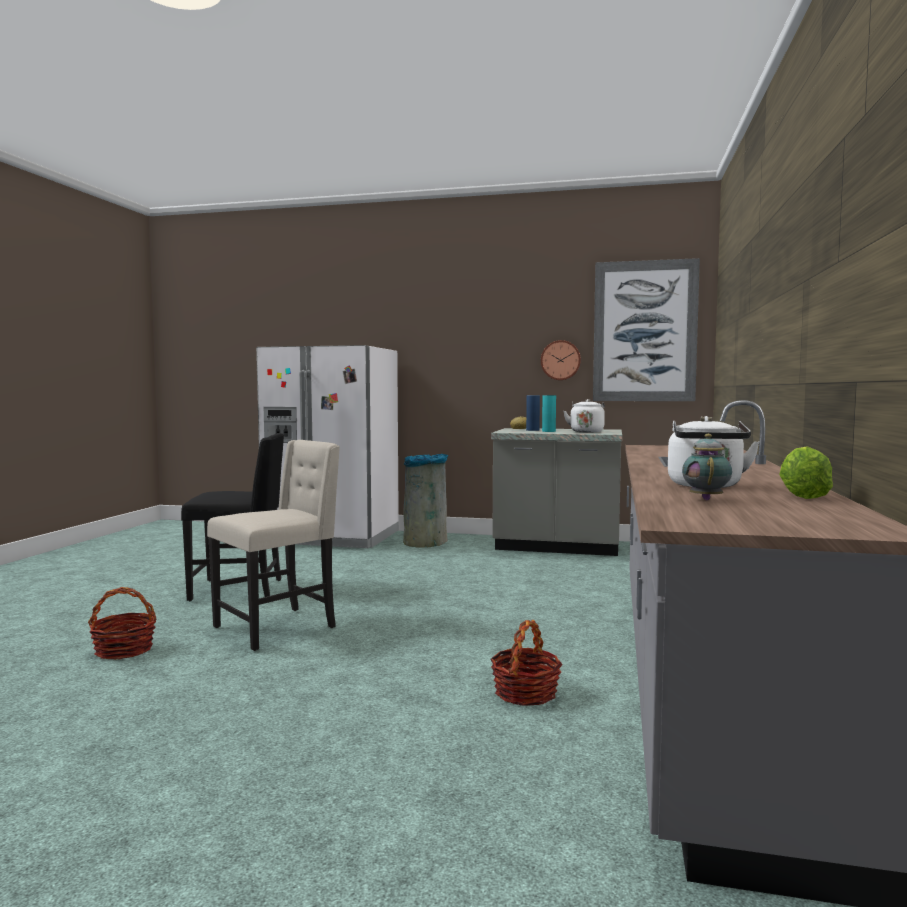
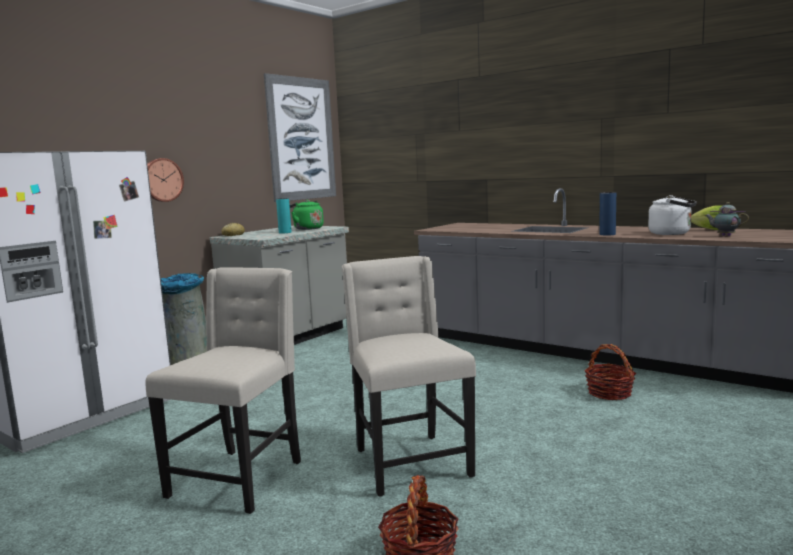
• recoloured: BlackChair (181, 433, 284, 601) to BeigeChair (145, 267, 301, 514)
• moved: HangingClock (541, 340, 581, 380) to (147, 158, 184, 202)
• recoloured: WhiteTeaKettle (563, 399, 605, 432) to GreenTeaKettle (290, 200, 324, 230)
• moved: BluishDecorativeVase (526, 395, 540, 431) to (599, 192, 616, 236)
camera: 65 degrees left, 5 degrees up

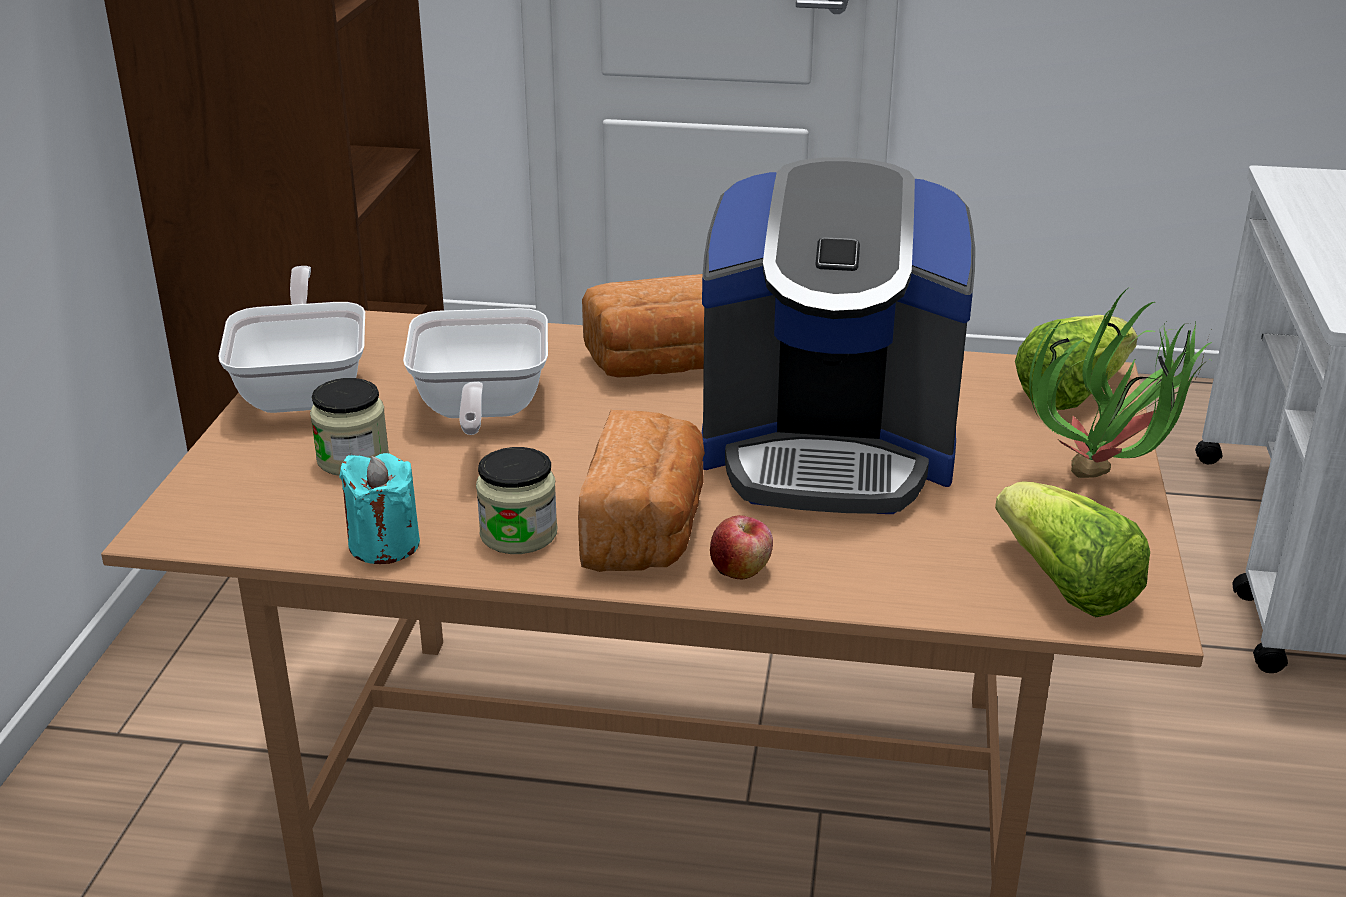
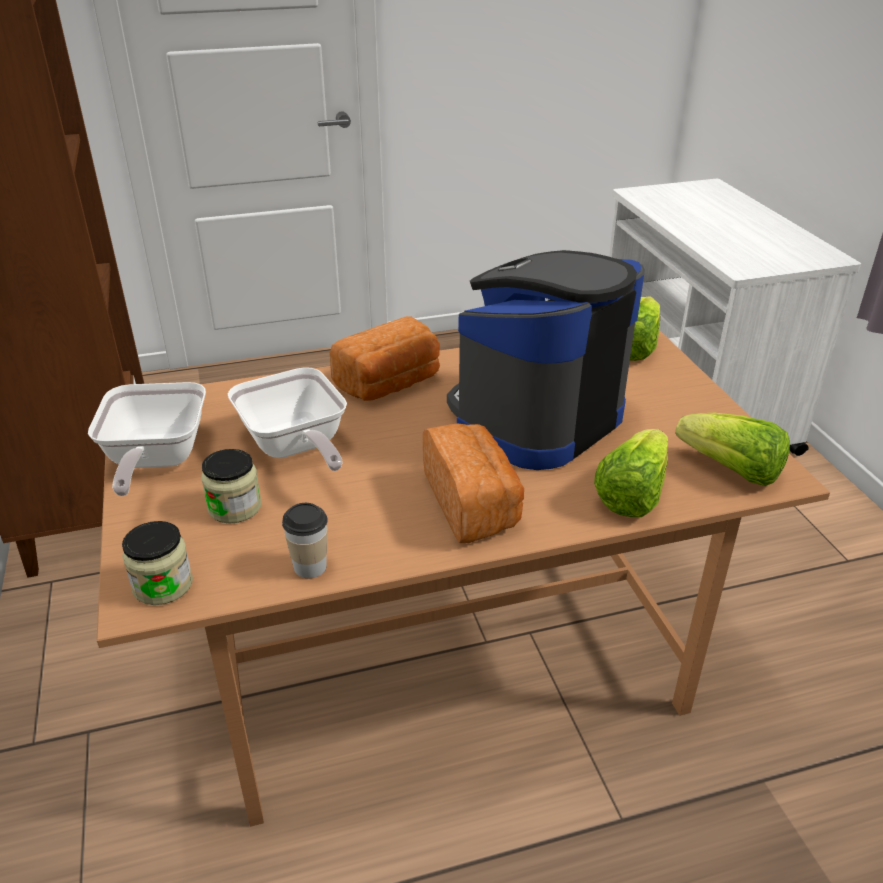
• turned: Pan (218, 266, 365, 413) = (88, 382, 206, 496) 150 degrees counterclockwise
• moved: PreserveJar (476, 447, 558, 554) to (122, 521, 193, 605)
• replaced: TurquoiseWaxCandle (339, 453, 420, 564) to SmallCup (282, 503, 328, 578)
• turned: CoffeeMaker (702, 157, 975, 514) = (447, 250, 645, 470) 150 degrees clockwise
• added: LettuceHead (594, 429, 668, 517)
• removed: WholeApple (710, 515, 773, 579)
• removed: PottedPlant (1029, 289, 1212, 478)
camera: 25 degrees left, 5 degrees up

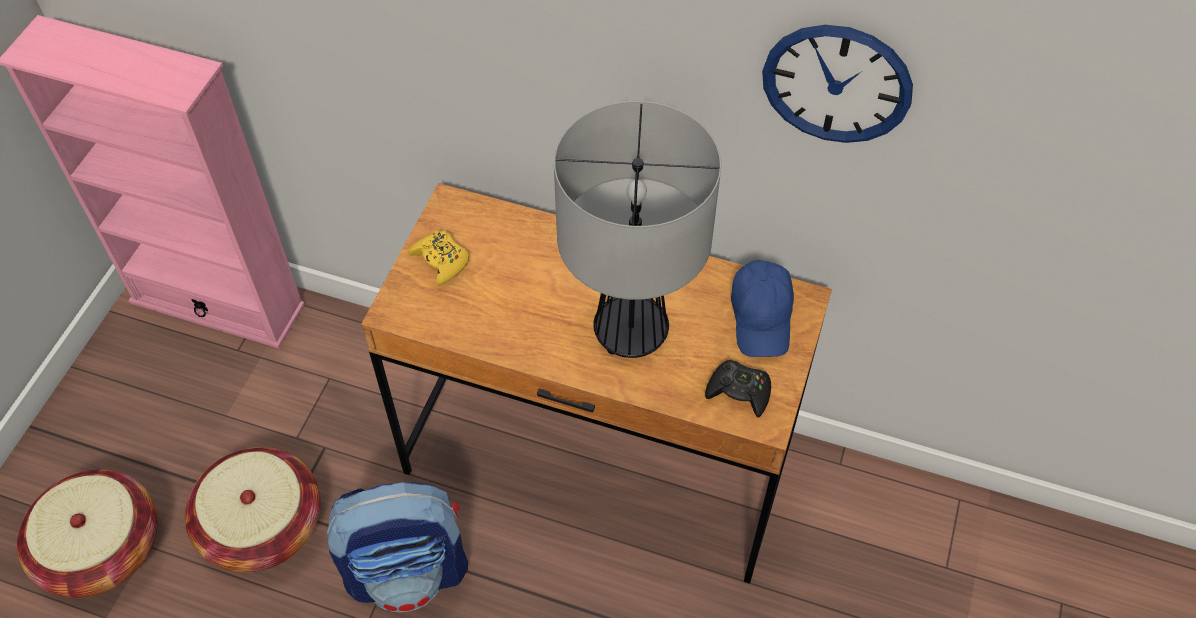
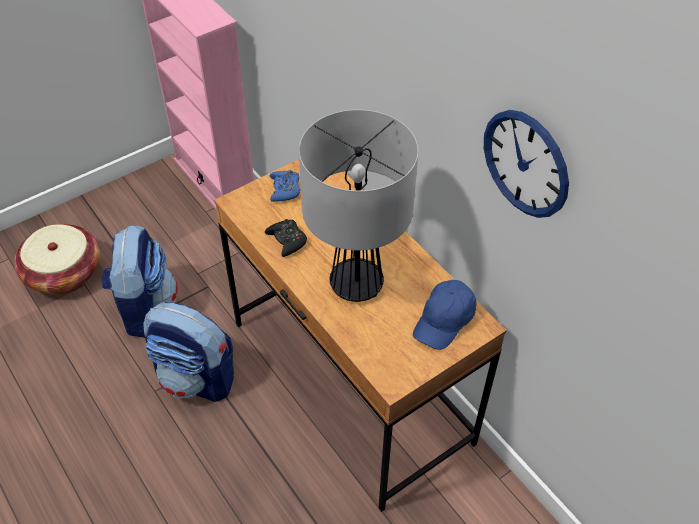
• replaced: StorageBasket (185, 447, 321, 573) to Knapsack (102, 225, 178, 338)
• moved: BlackGamepad (705, 360, 771, 417) to (265, 219, 307, 257)
• recoloured: YellowColouredGamepad (408, 231, 469, 286) to BluishGamepad (269, 170, 300, 202)
camera: 35 degrees right, 5 degrees down

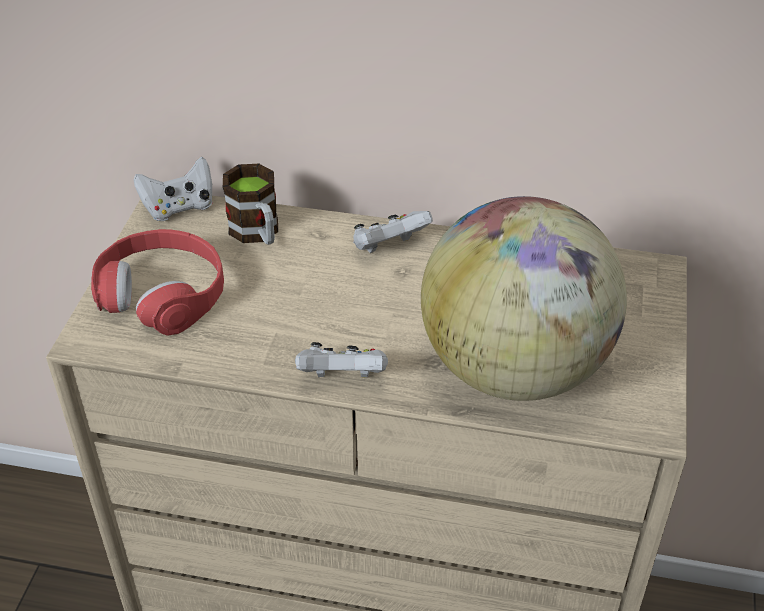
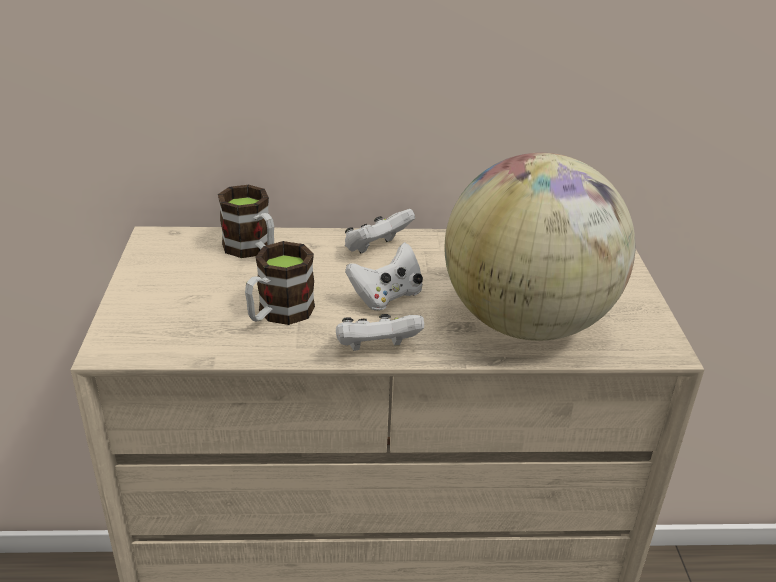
• added: Mug (245, 241, 315, 325)
• moved: WhiteGamepad (134, 157, 213, 221) to (345, 242, 423, 311)
• removed: ReddishPairOfHeadphones (91, 229, 224, 336)
camera: 15 degrees left, 10 degrees down

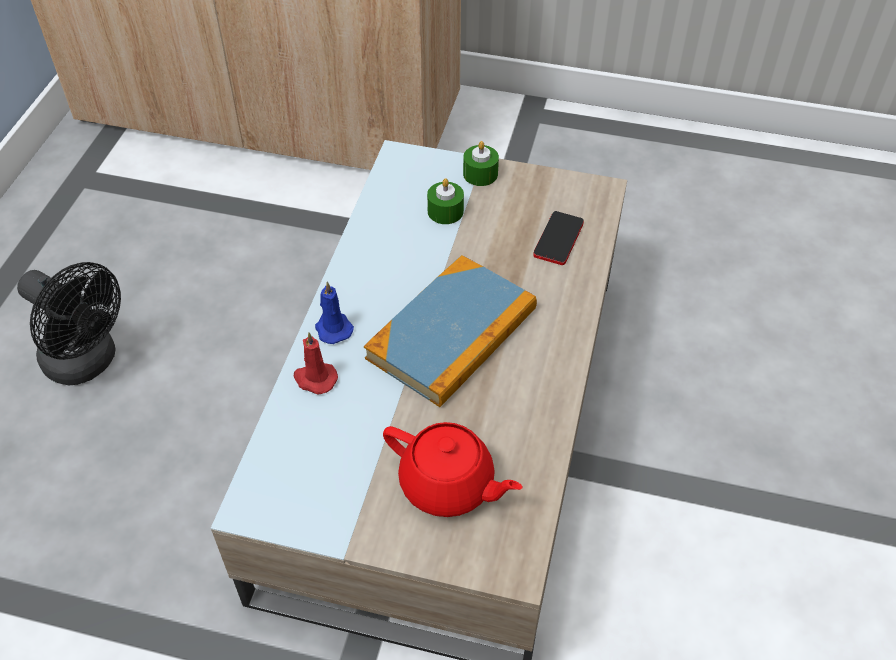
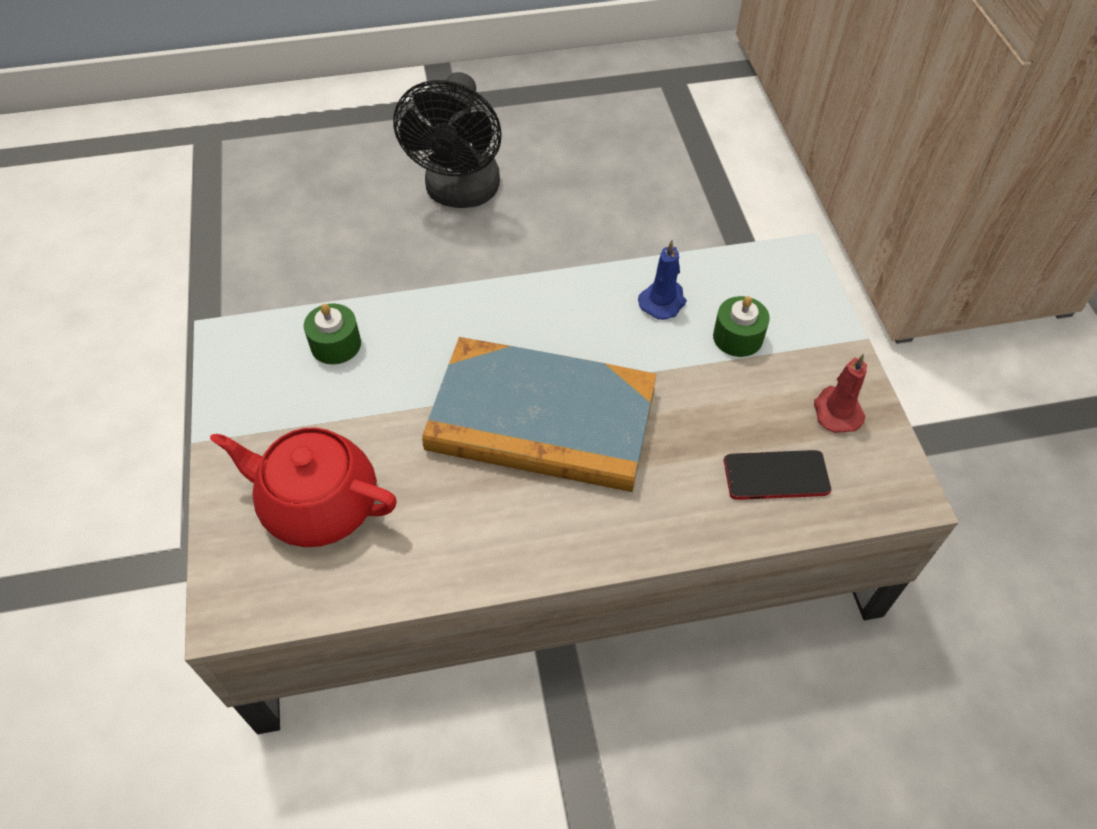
• turned: ReddishPotForTea (383, 422, 522, 517) = (210, 427, 396, 547) 105 degrees clockwise
• moved: GreenWaxCandle (463, 141, 499, 186) to (304, 304, 361, 365)
• moved: BluishWaxCandle (315, 281, 354, 344) to (638, 240, 687, 320)
• moved: ReddishWaxCandle (294, 332, 338, 394) to (814, 353, 867, 433)
camera: 65 degrees right, 5 degrees up

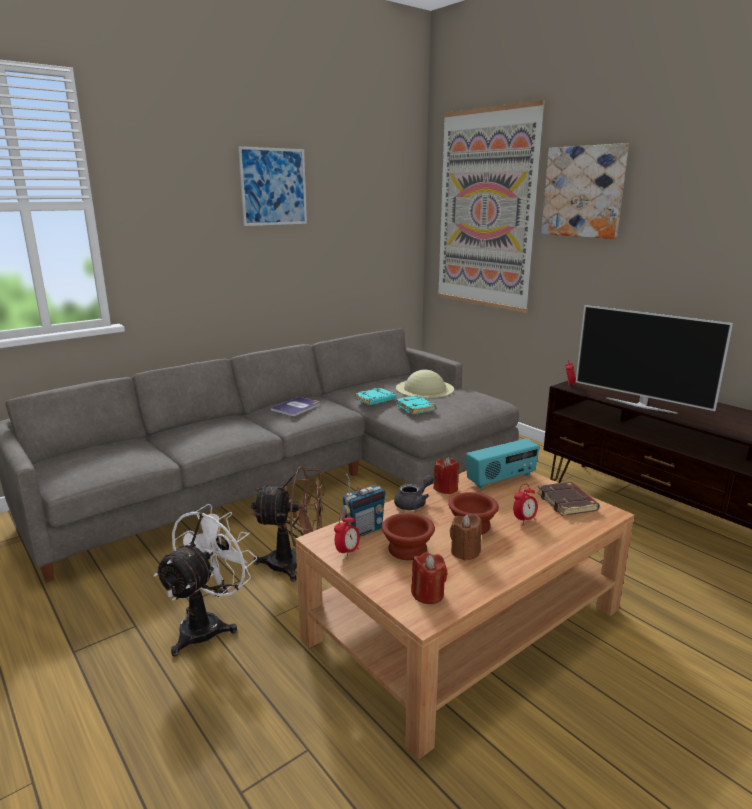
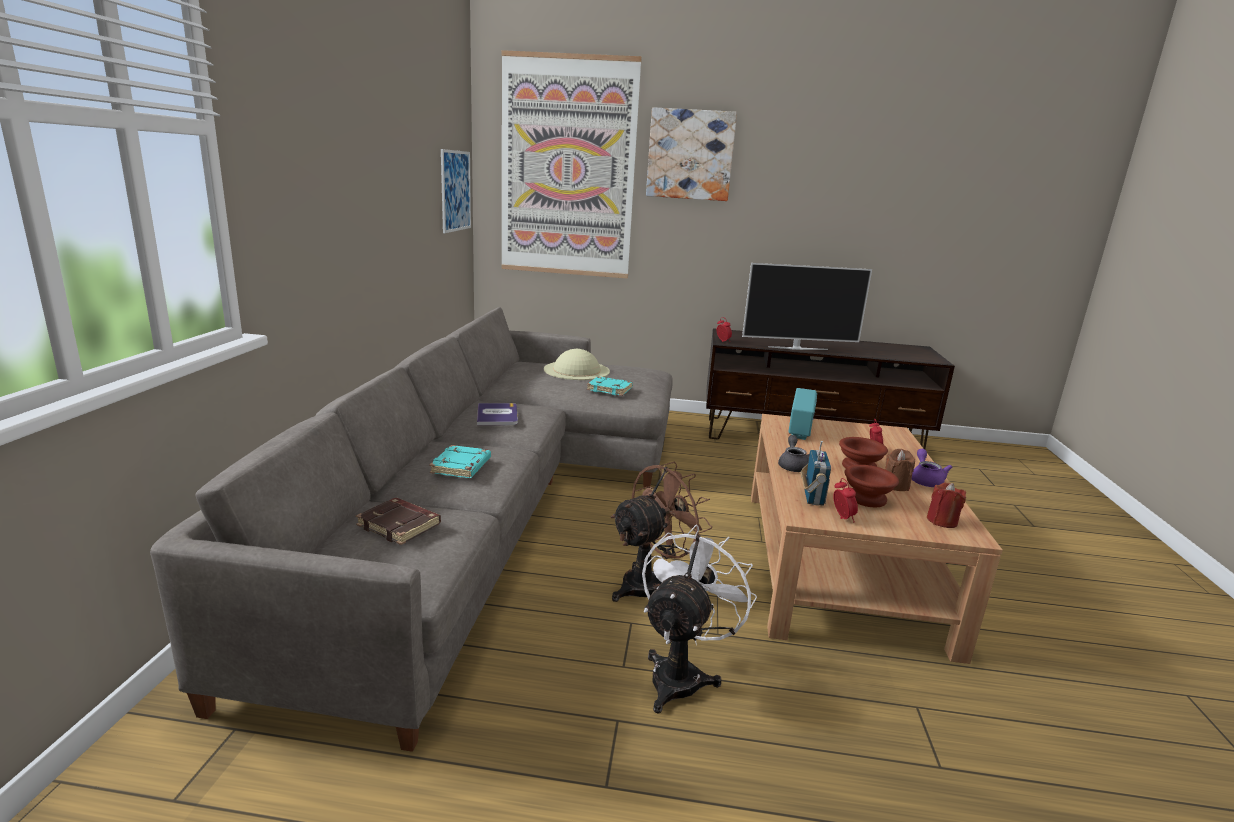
• moved: BrownBook (537, 482, 600, 516) to (356, 498, 441, 545)
• moved: TurquoiseBook (355, 388, 396, 405) to (429, 445, 491, 478)
• moved: WallPicture (238, 146, 307, 226) to (441, 149, 471, 233)
• turned: WhiteElectricFan (154, 504, 257, 656) = (642, 525, 757, 714) 45 degrees clockwise
• added: PurplishPotForTea (912, 449, 952, 487)
• removed: ReddishWaxCandle (434, 457, 459, 494)
camera: 45 degrees left, 0 degrees up

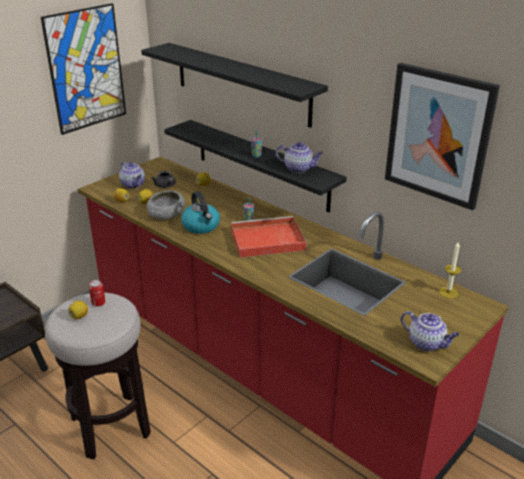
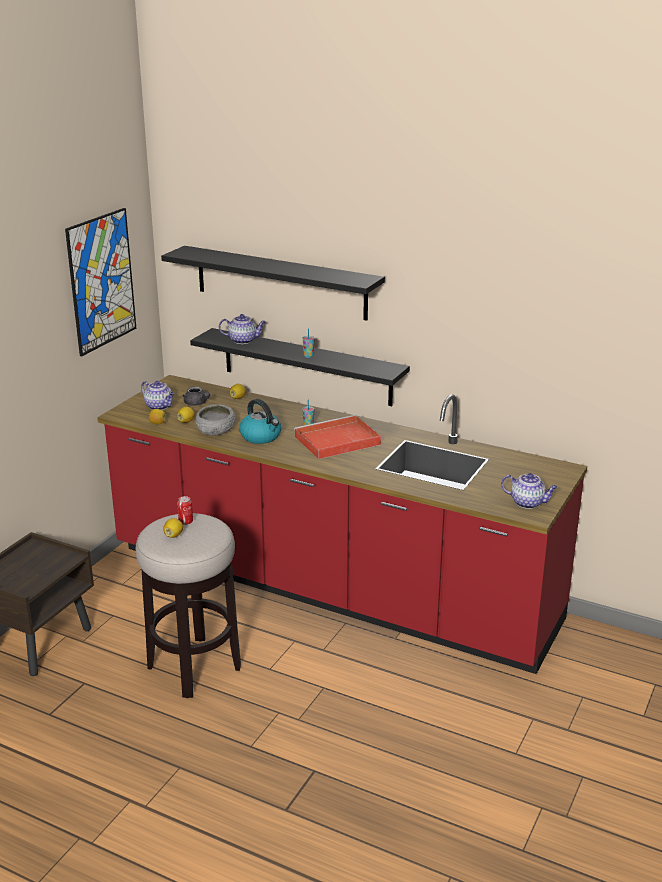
• moved: PotForTea (276, 142, 323, 173) to (219, 314, 266, 344)
• removed: WallPicture (385, 63, 500, 210)
• removed: WaxCandle (439, 242, 461, 298)
camera: 15 degrees left, 5 degrees down

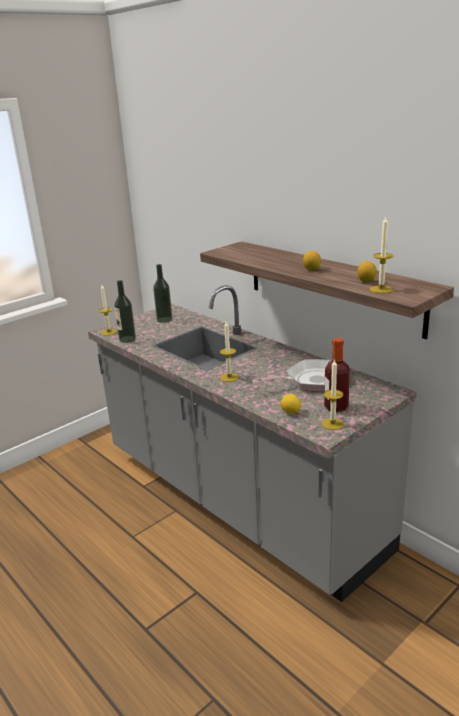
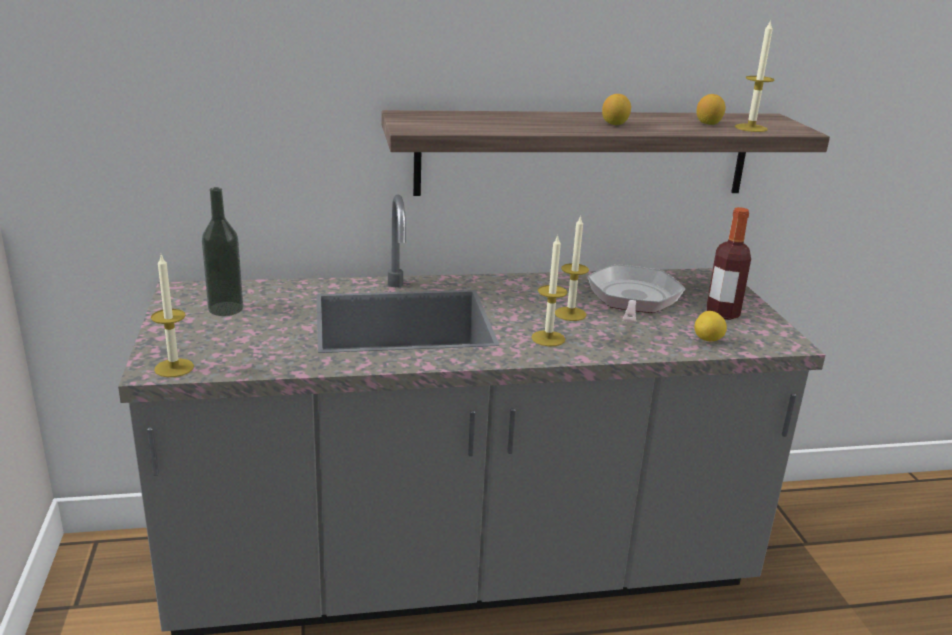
• moved: WaxCandle (322, 359, 344, 430) to (555, 215, 589, 321)
• removed: Bottle (114, 280, 136, 343)
camera: 60 degrees left, 0 degrees up

